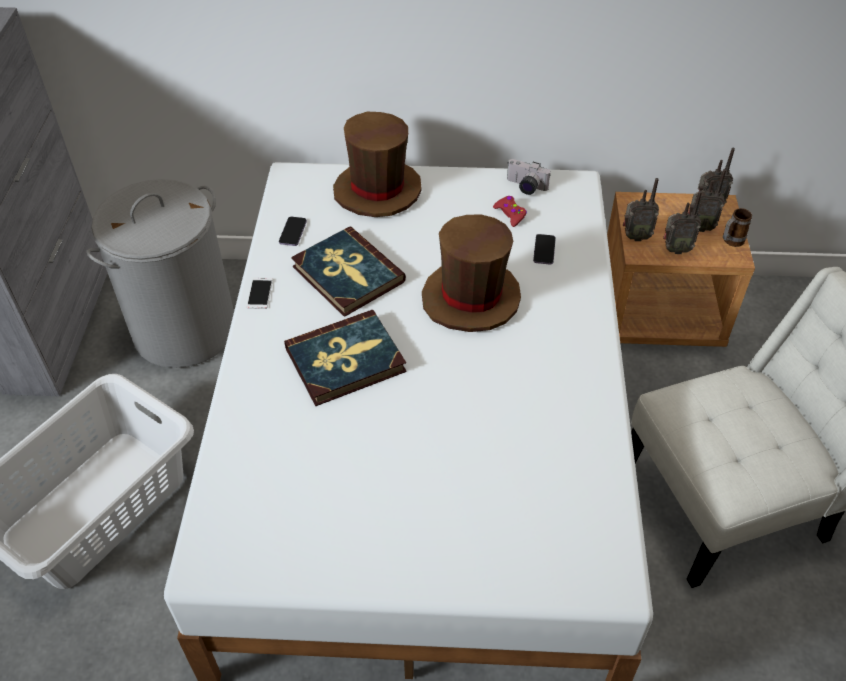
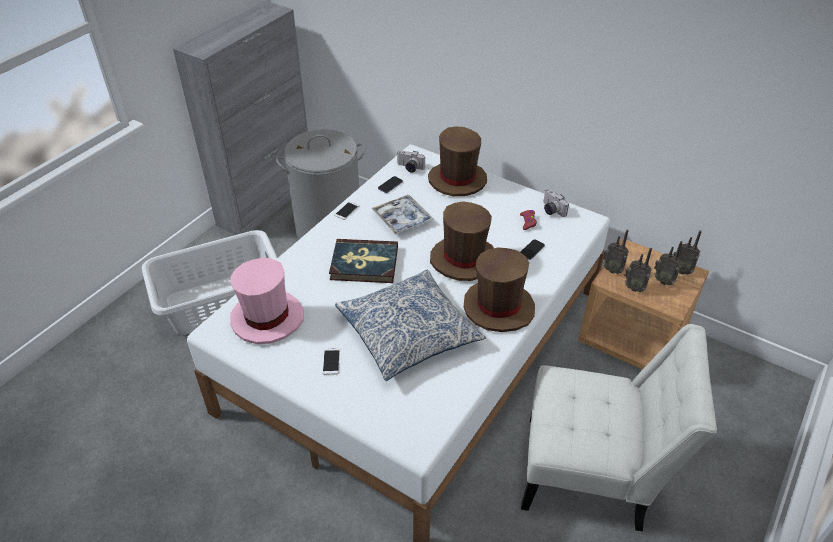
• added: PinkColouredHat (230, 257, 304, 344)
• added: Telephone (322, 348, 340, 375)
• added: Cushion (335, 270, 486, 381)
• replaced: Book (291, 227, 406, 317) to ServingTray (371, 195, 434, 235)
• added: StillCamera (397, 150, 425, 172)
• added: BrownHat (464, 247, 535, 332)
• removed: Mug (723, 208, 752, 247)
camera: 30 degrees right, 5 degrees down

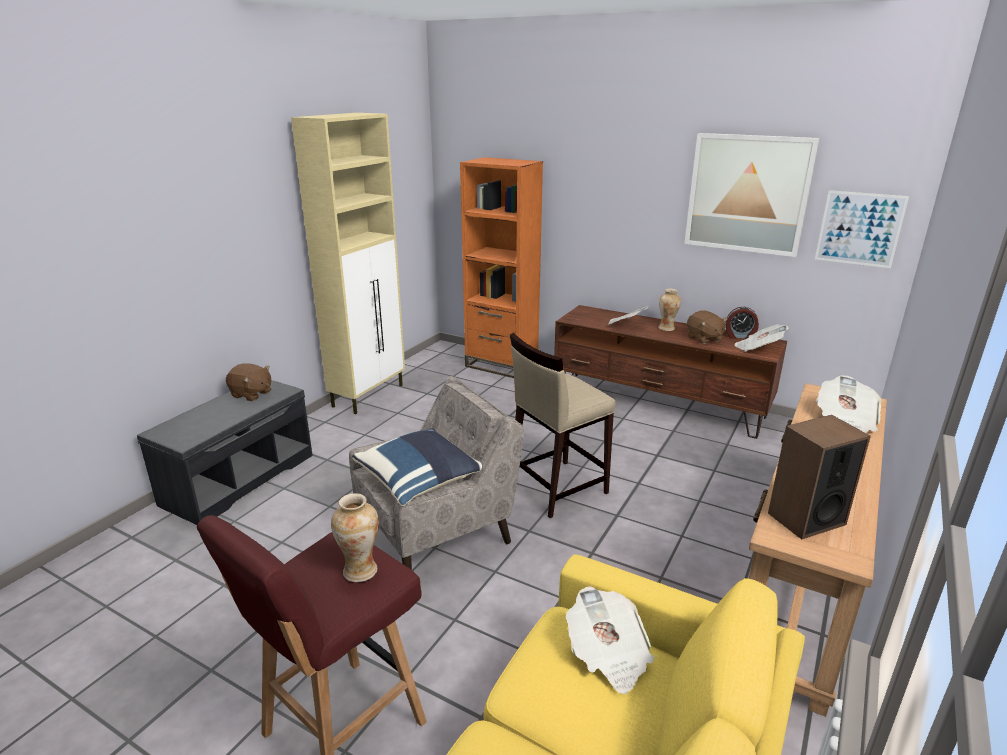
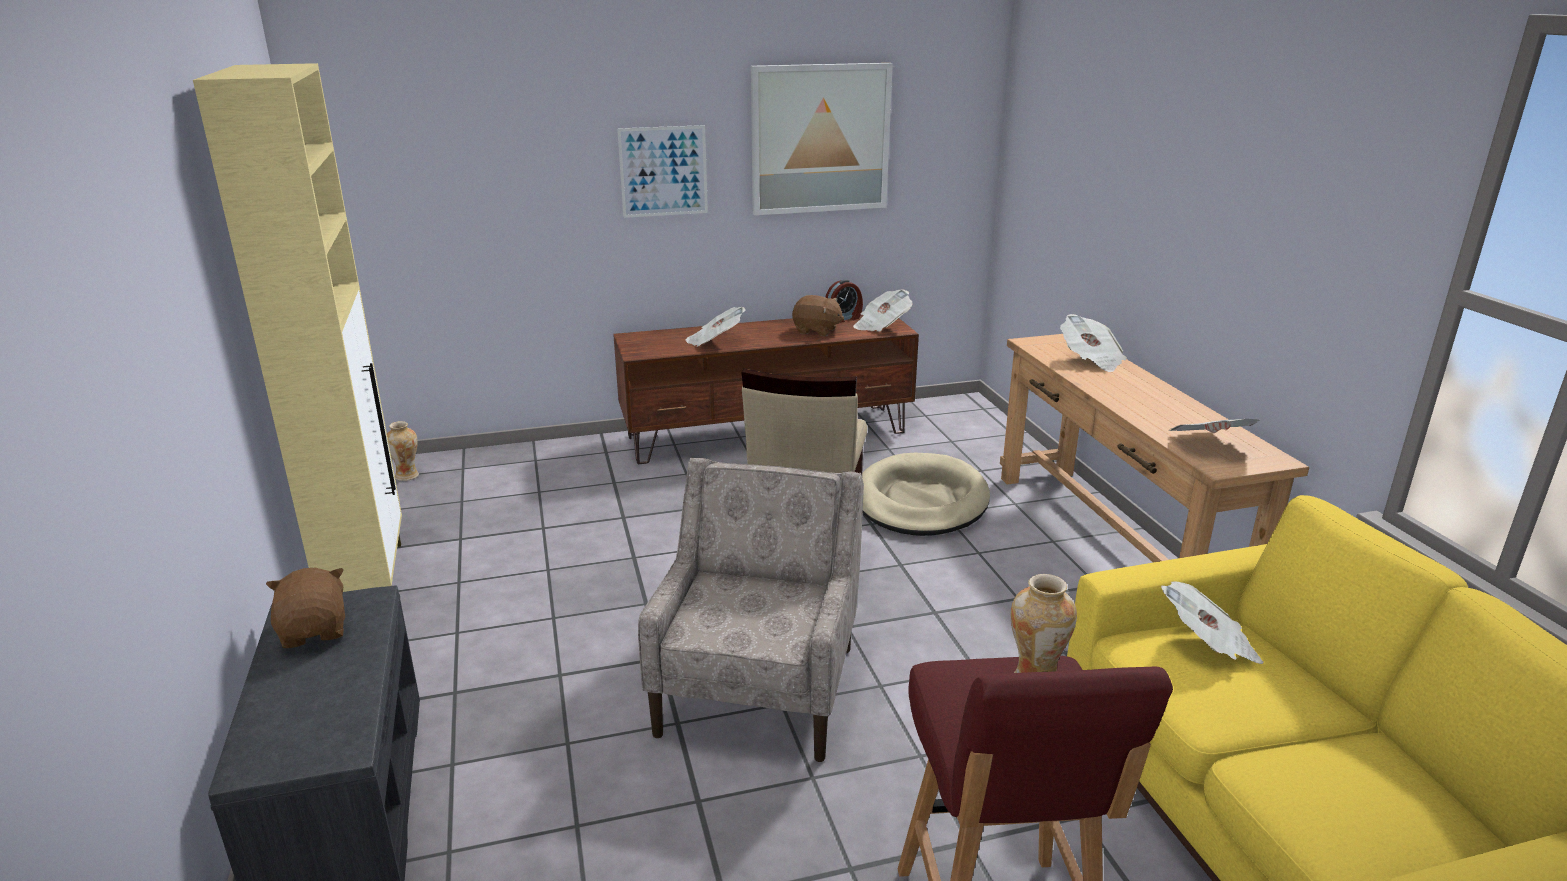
• turned: BrownCuddlyToy (226, 363, 271, 401) = (266, 568, 345, 648) 90 degrees counterclockwise
• moved: DecorativeVase (658, 289, 681, 331) to (387, 421, 419, 481)
• moved: WallPicture (815, 190, 909, 268) to (617, 125, 708, 218)
• added: BeigeDogBed (862, 452, 990, 536)
• replaced: AudioSpeaker (768, 415, 871, 539) to DailyPaper (1168, 419, 1260, 433)
• removed: BluishCushion (352, 428, 482, 506)
• removed: OrangeyShelvingUnit (460, 157, 543, 378)
camera: 45 degrees left, 0 degrees up

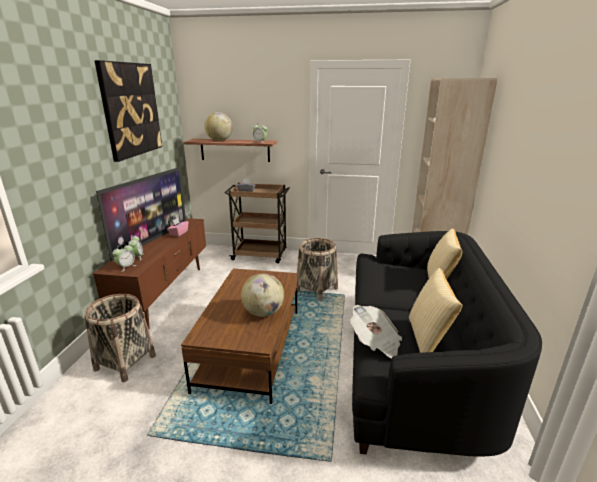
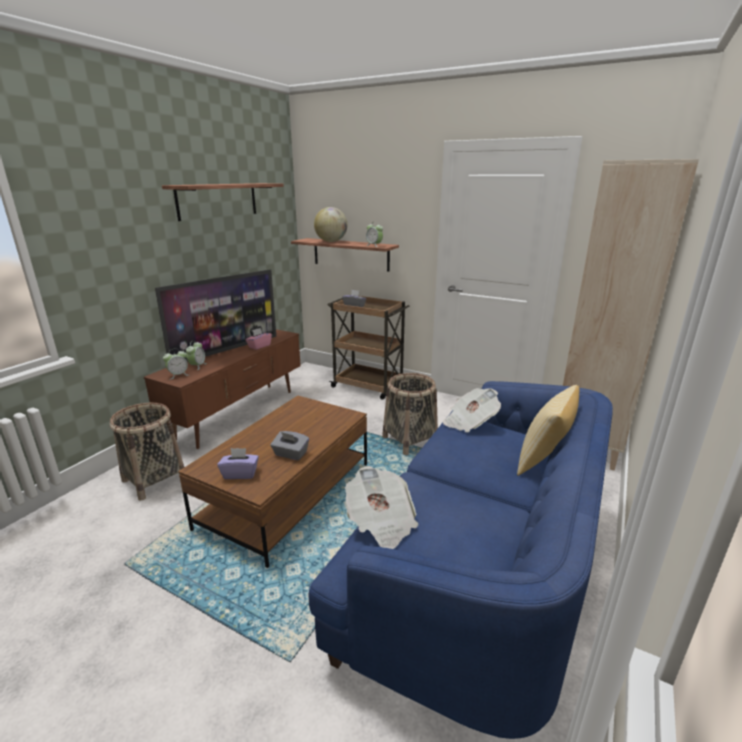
• replaced: WallPicture (94, 60, 162, 162) to Shelf (162, 183, 284, 221)
• added: PurplishTissueHolder (217, 448, 259, 479)
• replaced: WorldGlobe (241, 273, 284, 317) to GreyishTissueHolder (271, 431, 309, 460)
• recoloured: BlackSettee (352, 231, 542, 457) to BluishSettee (309, 381, 613, 739)
• added: DailyPaper (443, 388, 501, 432)
• removed: Cushion (409, 268, 462, 353)
camera: 20 degrees right, 0 degrees up

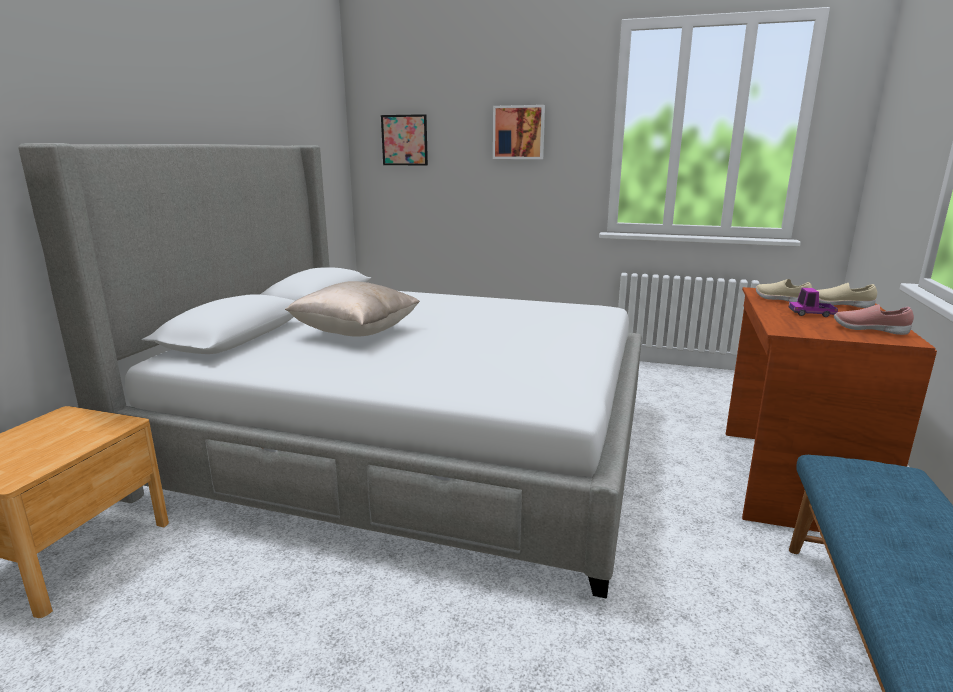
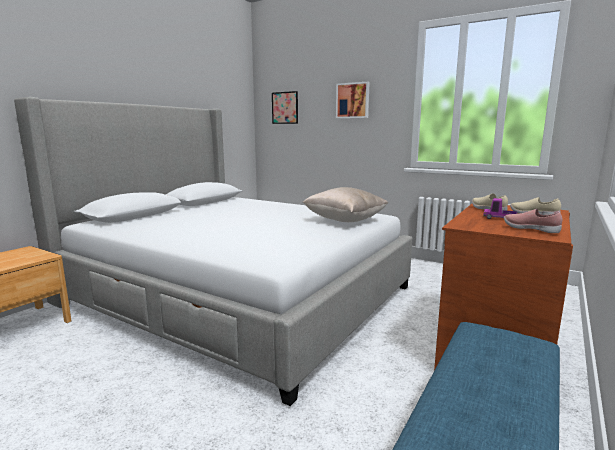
• moved: BeigeCushion (285, 281, 420, 337) to (303, 187, 389, 222)
camera: 15 degrees right, 5 degrees down

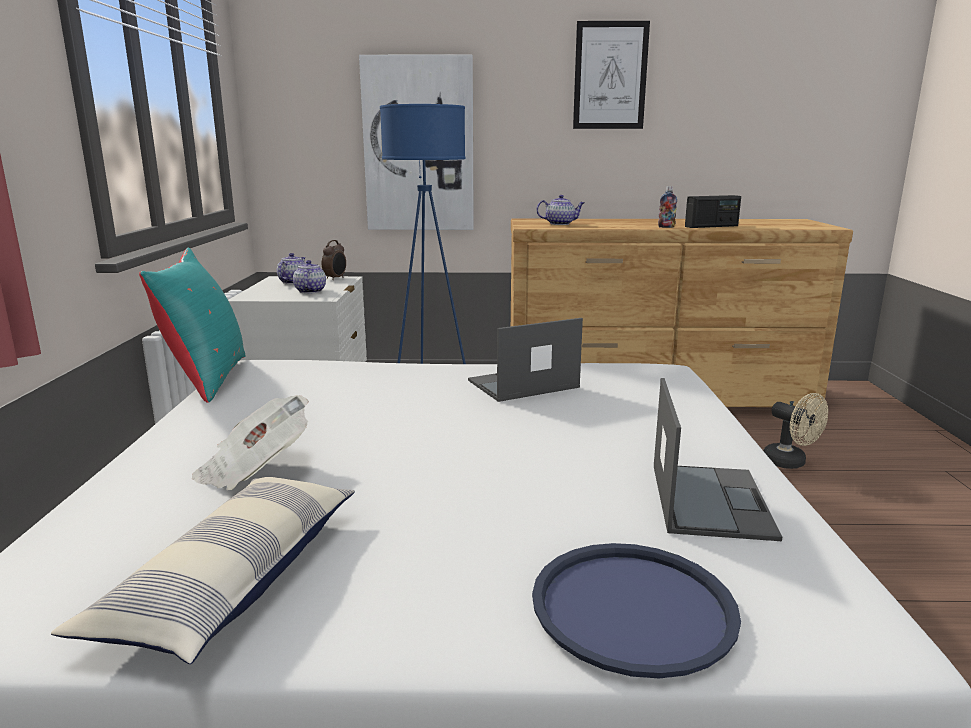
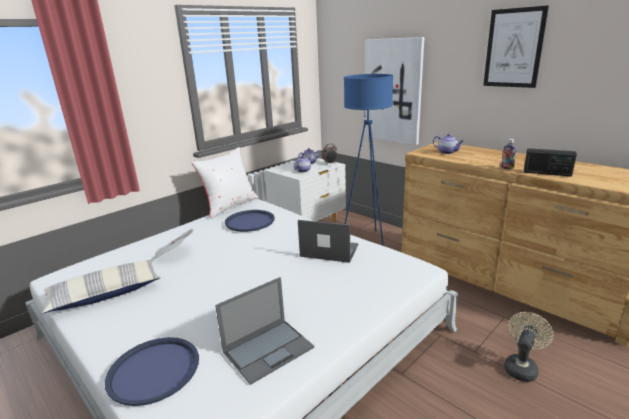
• recoloured: TurquoiseCushion (139, 248, 246, 403) to WhiteCushion (191, 147, 258, 219)
• added: BluishServingTray (225, 210, 275, 232)
• turned: BeigeElectricFan (763, 393, 828, 469) = (504, 312, 554, 382) 150 degrees counterclockwise
camera: 45 degrees right, 5 degrees up

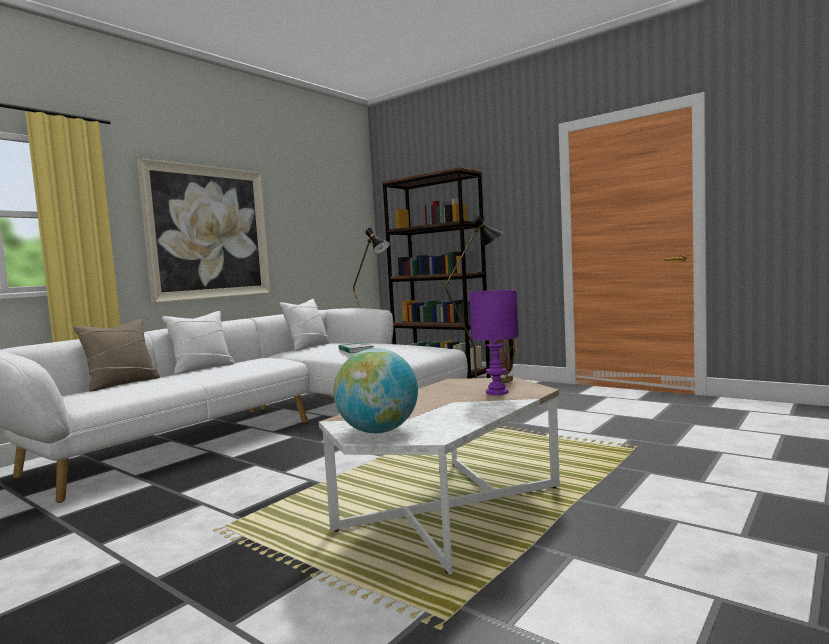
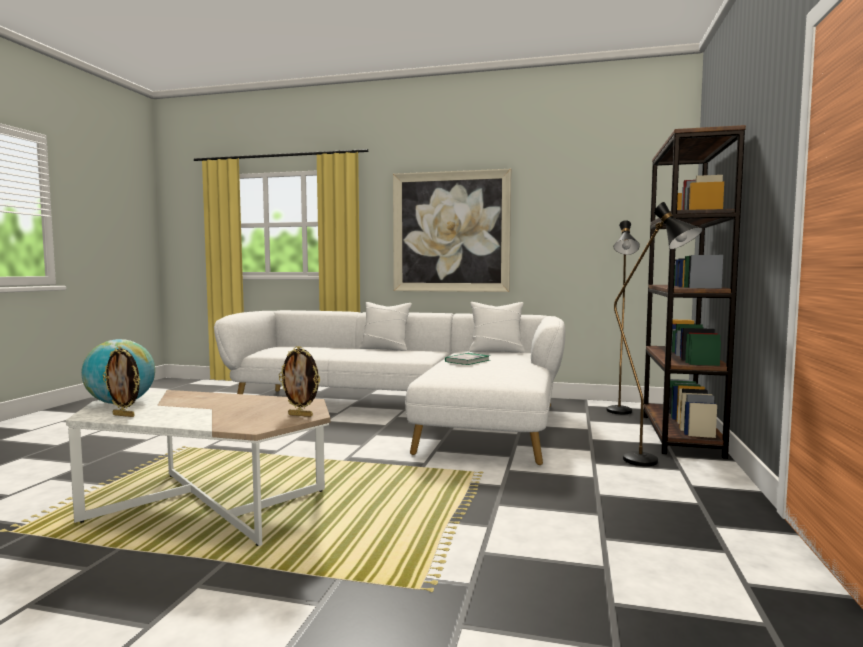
• added: StandingFrame (103, 346, 140, 417)
• removed: BeigeCushion (73, 319, 160, 391)
• removed: PurplishLampForATable (469, 290, 519, 395)
camera: 65 degrees right, 0 degrees up

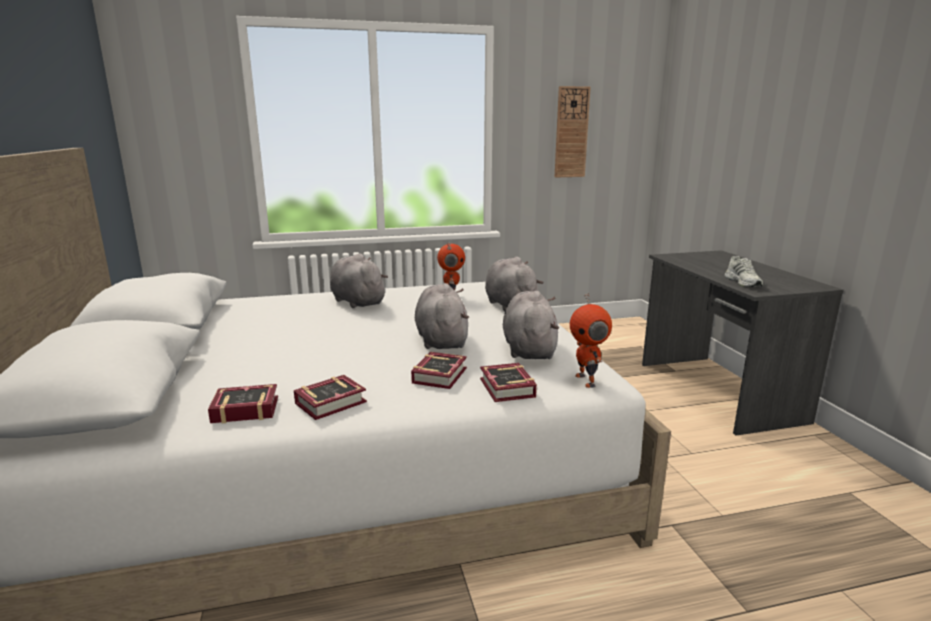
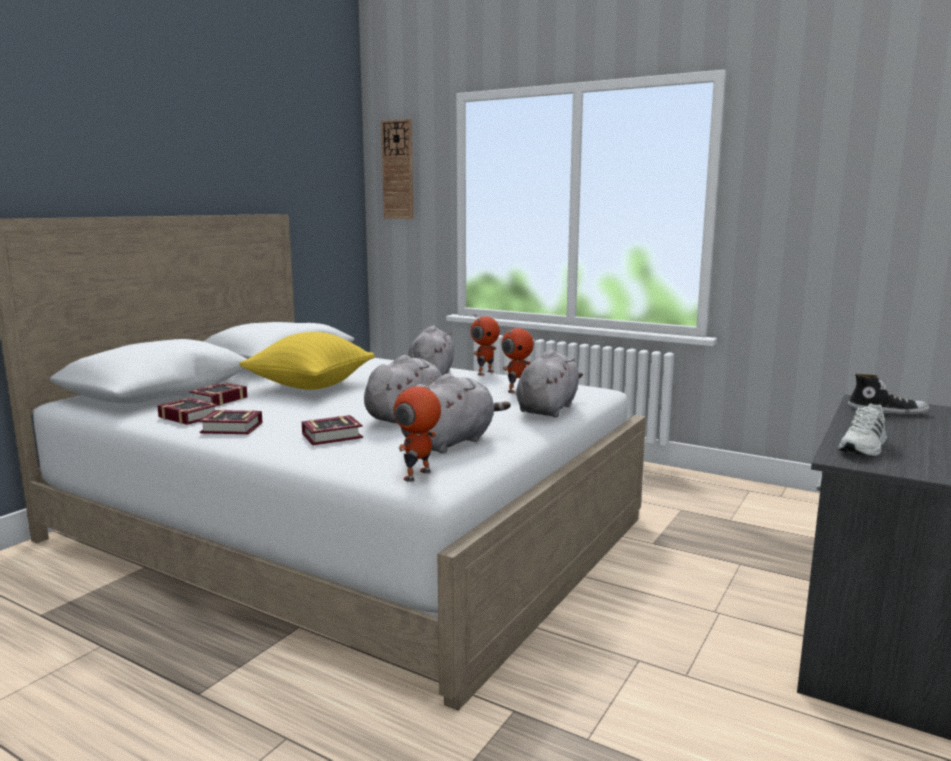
• moved: Book (480, 363, 537, 402) to (189, 383, 247, 406)
• added: YellowColouredCushion (239, 332, 375, 390)
• moved: HangingClock (555, 86, 591, 178) to (381, 119, 414, 219)
• added: RobotFigure (471, 313, 500, 376)
• added: Shoe (848, 373, 930, 414)
camera: 45 degrees right, 5 degrees down

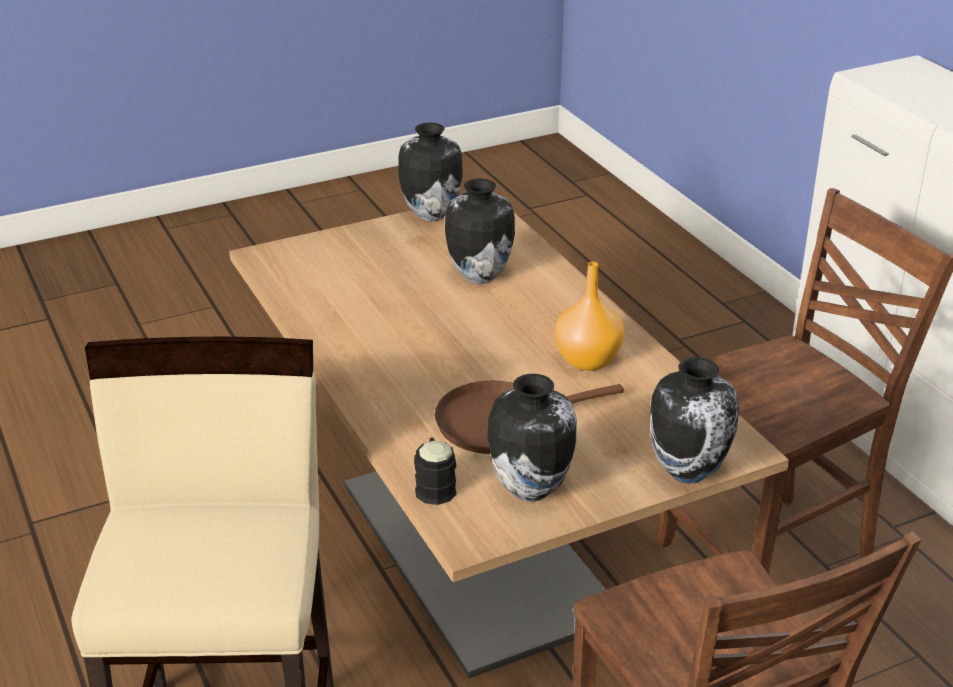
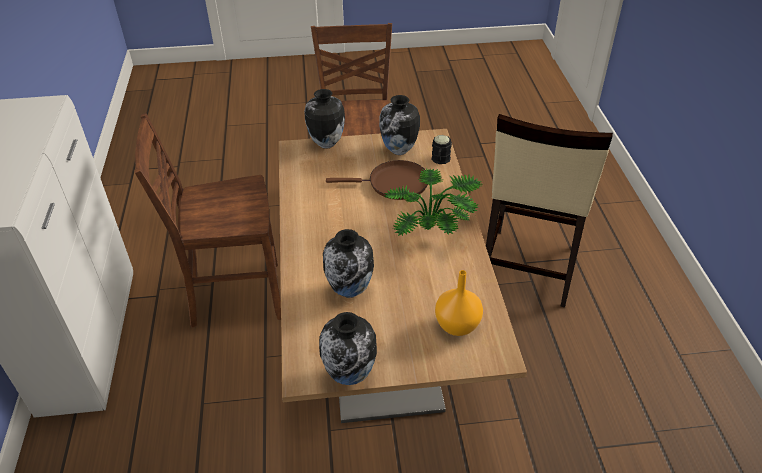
• added: PottedPlant (385, 169, 482, 236)
• moved: OrangeyDecorativeVase (555, 261, 624, 371) to (435, 270, 483, 336)
camera: 160 degrees left, 10 degrees up

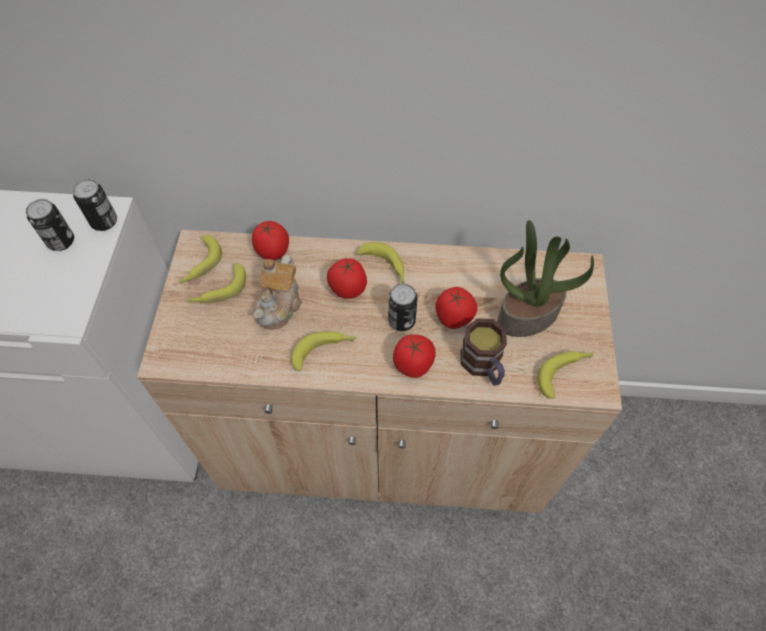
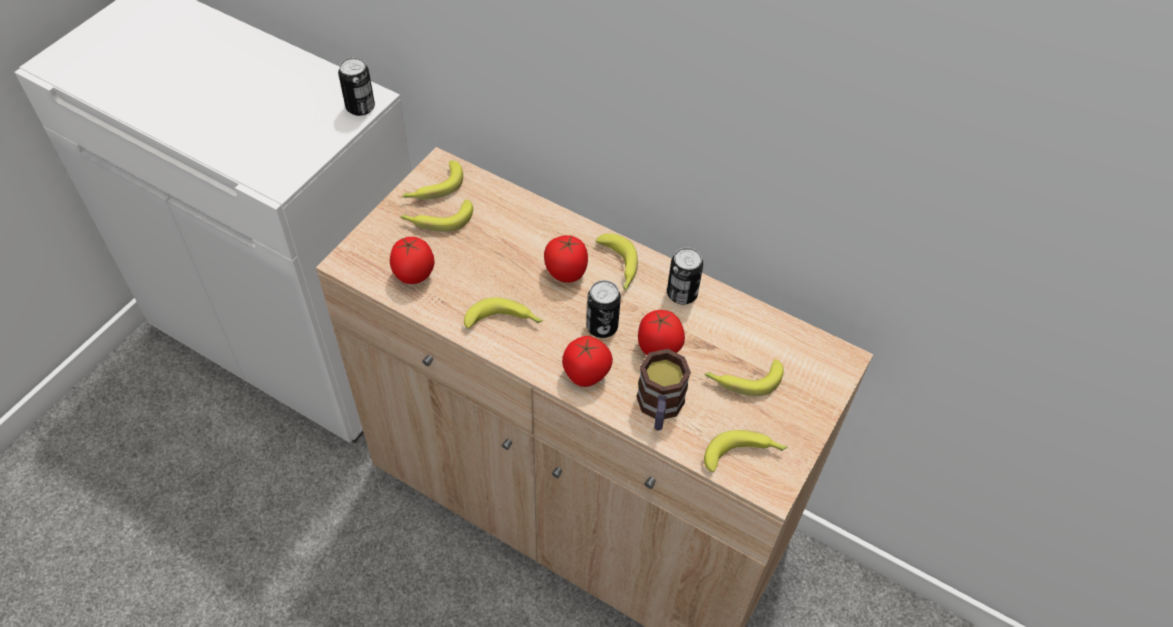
• moved: WholeTomato (252, 221, 289, 260) to (390, 237, 435, 284)
• moved: Can (26, 199, 74, 251) to (667, 247, 703, 304)
• replaced: PottedPlant (497, 220, 594, 337) to BananaFruit (704, 359, 784, 396)
• removed: PotForTea (254, 255, 302, 330)
camera: 25 degrees right, 5 degrees down

